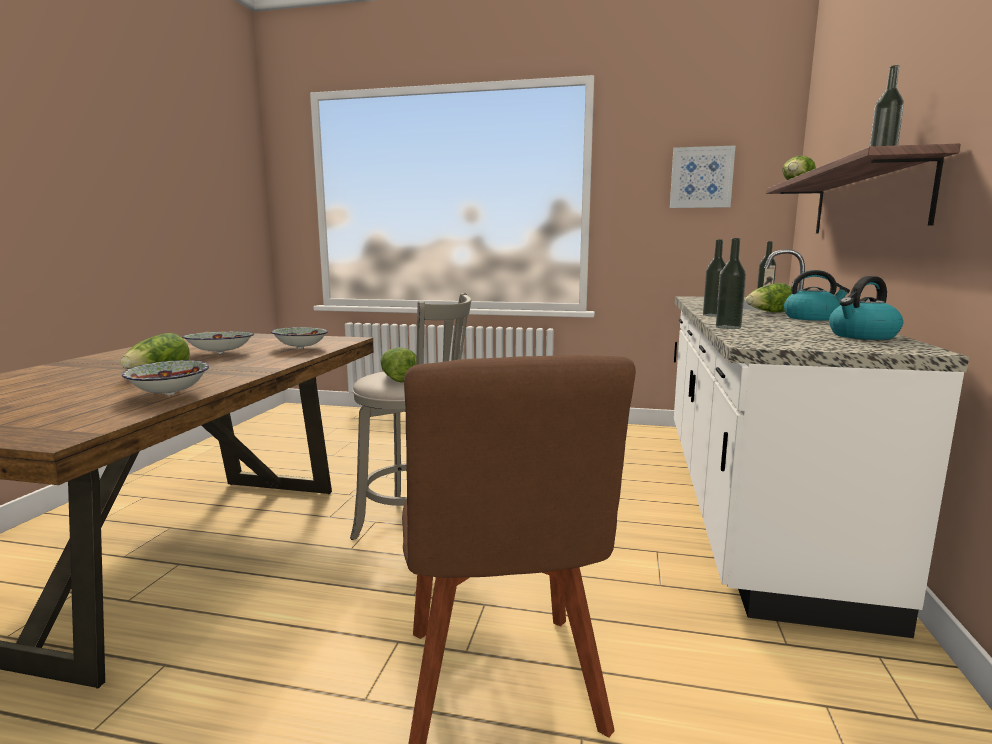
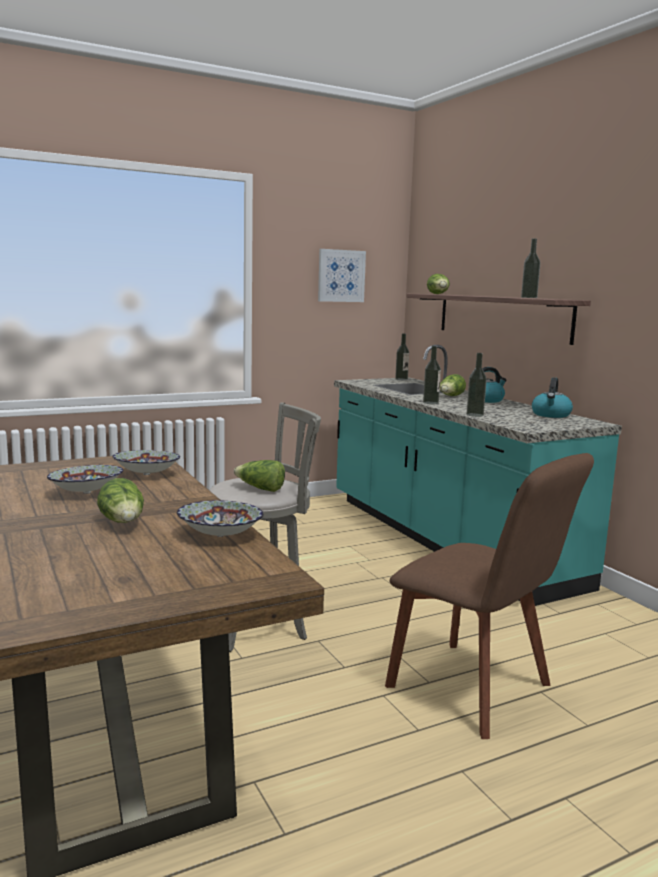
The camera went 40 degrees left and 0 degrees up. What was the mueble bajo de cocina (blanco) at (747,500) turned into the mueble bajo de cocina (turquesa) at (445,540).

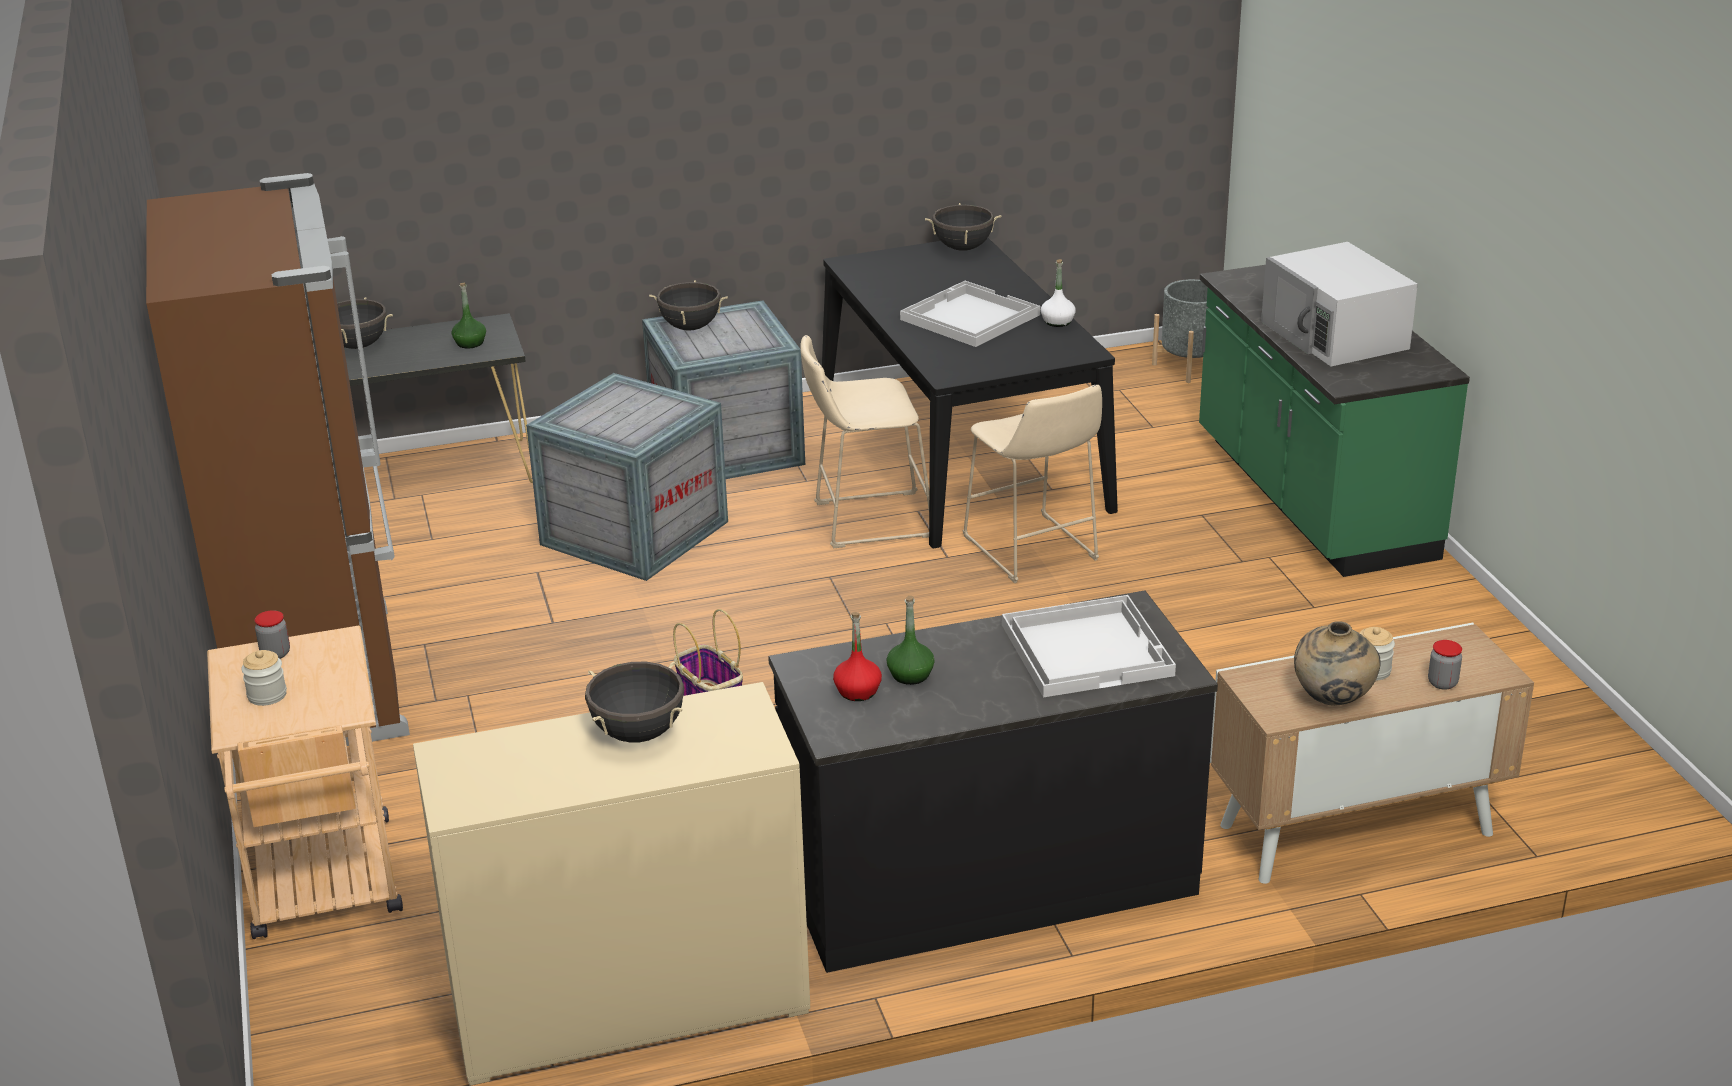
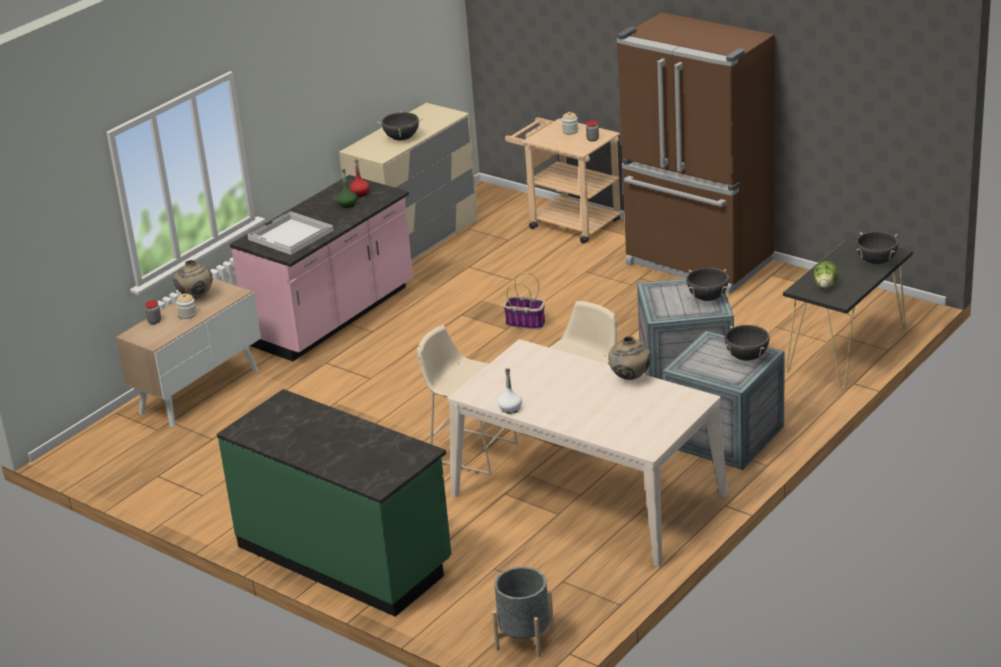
The camera went 145 degrees right and 0 degrees up. What was the mueble bajo de cocina (negro) at (988,879) turned into the mueble bajo de cocina (rosa) at (334,317). What was the mesa de comedor (negro) at (961,452) turned into the mesa de comedor (beis) at (588,494). The second view gained the florero (beis) at (631,378). The olla (negro) ended up elsewhere, having gone from (963,248) to (707,298). Where the botella (verde) stood at (470,343), the lechuga came to stand at (825,286). The second view lost the bandeja (blanco) at (968,317). The second view lost the microondas (blanco) at (1335,335).

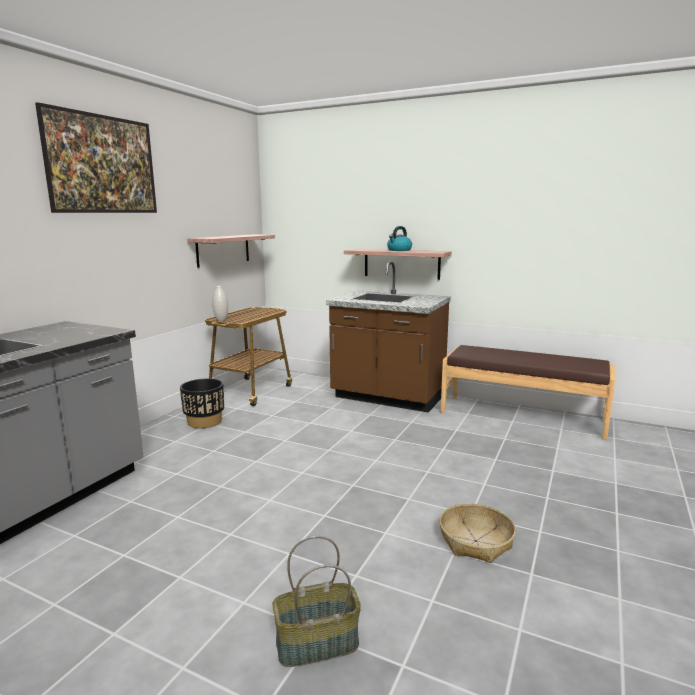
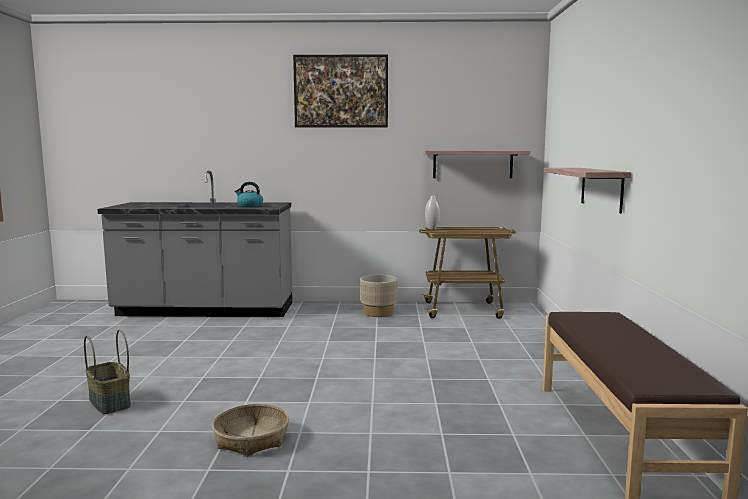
The camera went 65 degrees right and 5 degrees down. The hervidor ended up elsewhere, having gone from (399,250) to (249,206). What was the maceta (negro) at (204,422) turned into the maceta (beis) at (378,313). The second view lost the mueble bajo de cocina (marrón) at (387,397).

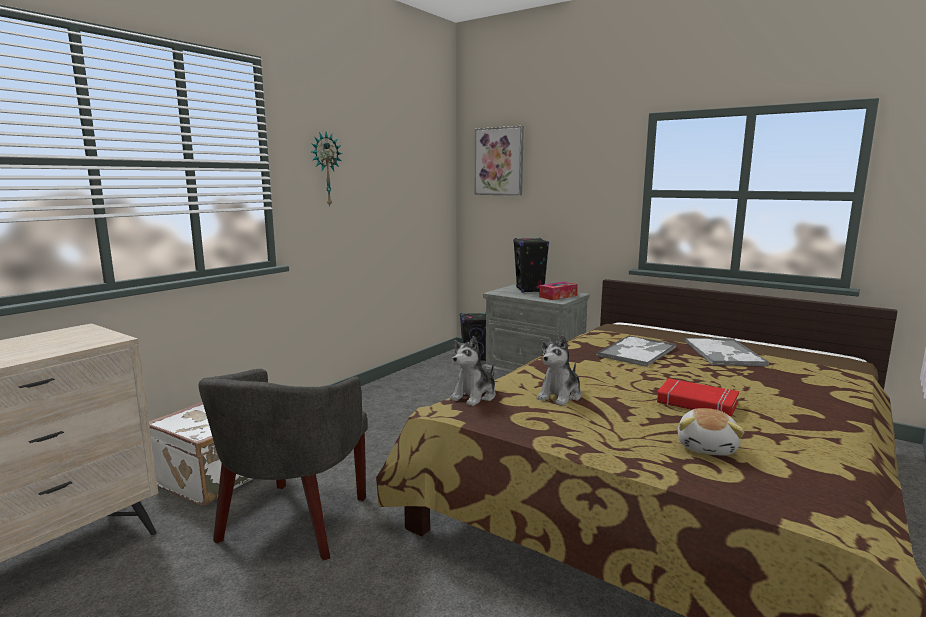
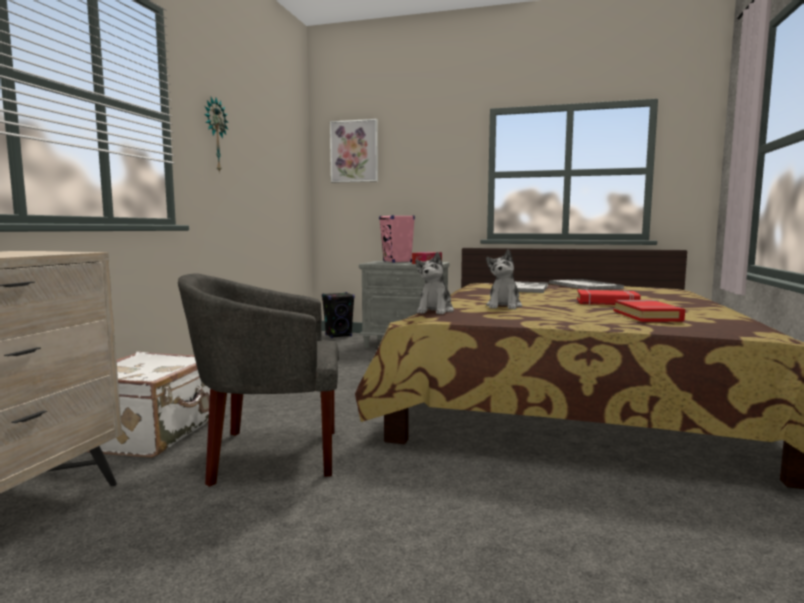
The camera went 20 degrees left and 5 degrees down. The sillón (gris) at (293,523) ended up facing another way, 90 degrees clockwise from before. What was the altavoz (negro) at (530,290) turned into the altavoz (rosa) at (397,262). Where the peluche stood at (707,447), the libro (rojo) came to stand at (647,316).

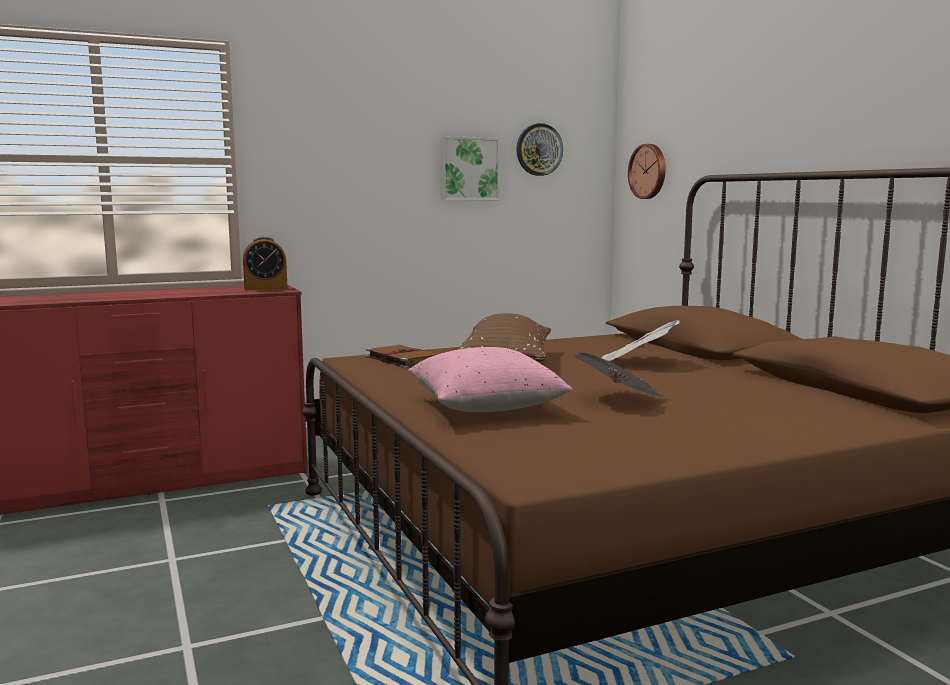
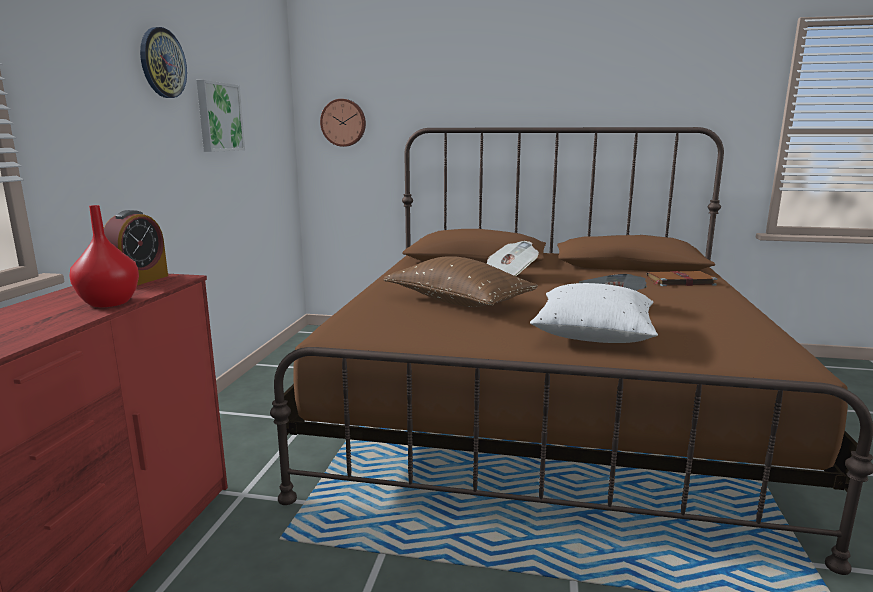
The camera went 55 degrees left and 5 degrees up. The second view gained the florero (rojo) at (109,303). The reloj de pared ended up elsewhere, having gone from (539,149) to (162,63). What was the cojín (rosa) at (486,407) turned into the cojín (blanco) at (593,336). The libro (marrón) ended up elsewhere, having gone from (402,359) to (679,281).

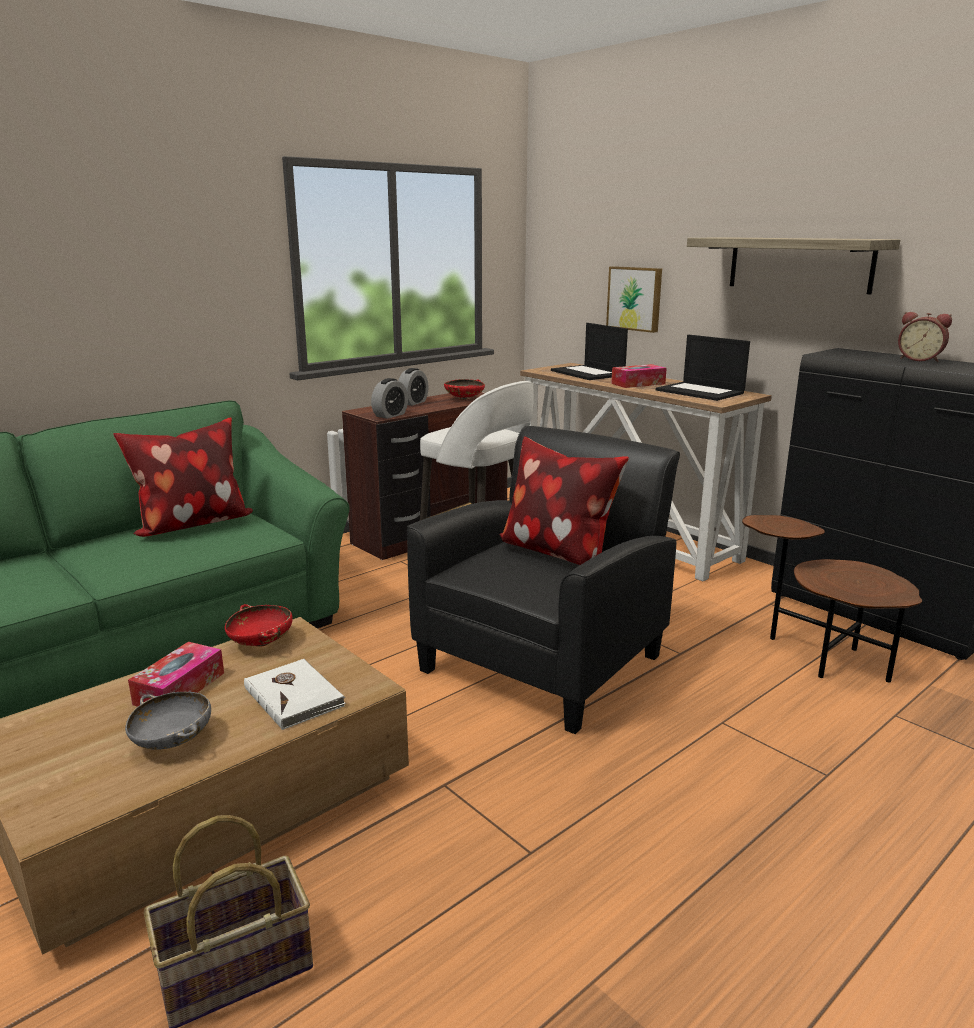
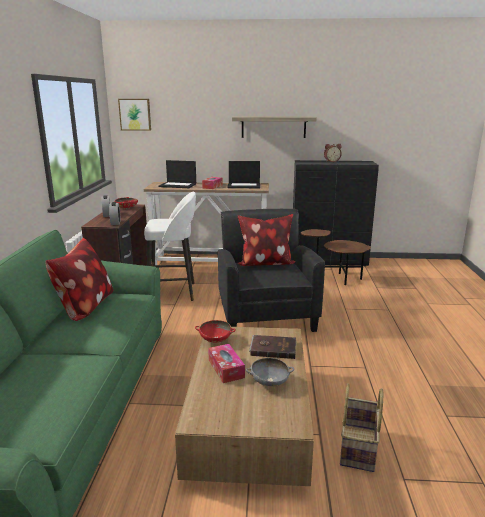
The camera went 45 degrees left and 0 degrees up. The cuadro ended up elsewhere, having gone from (635,298) to (135,114). What was the libro (blanco) at (295,696) turned into the libro (marrón) at (273,348).

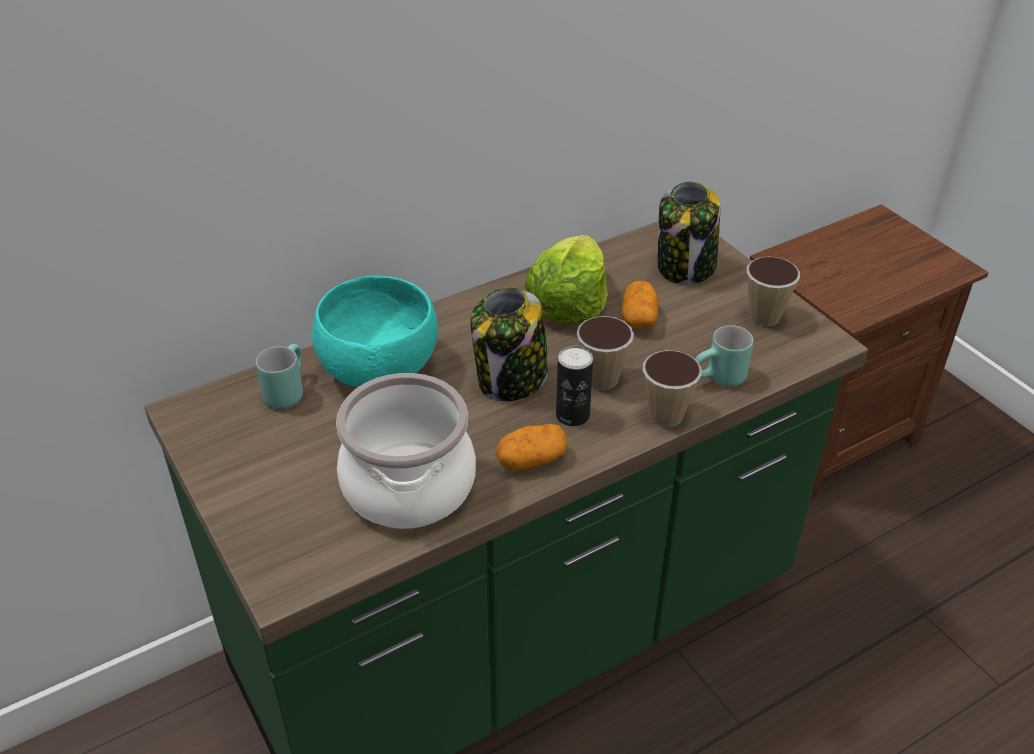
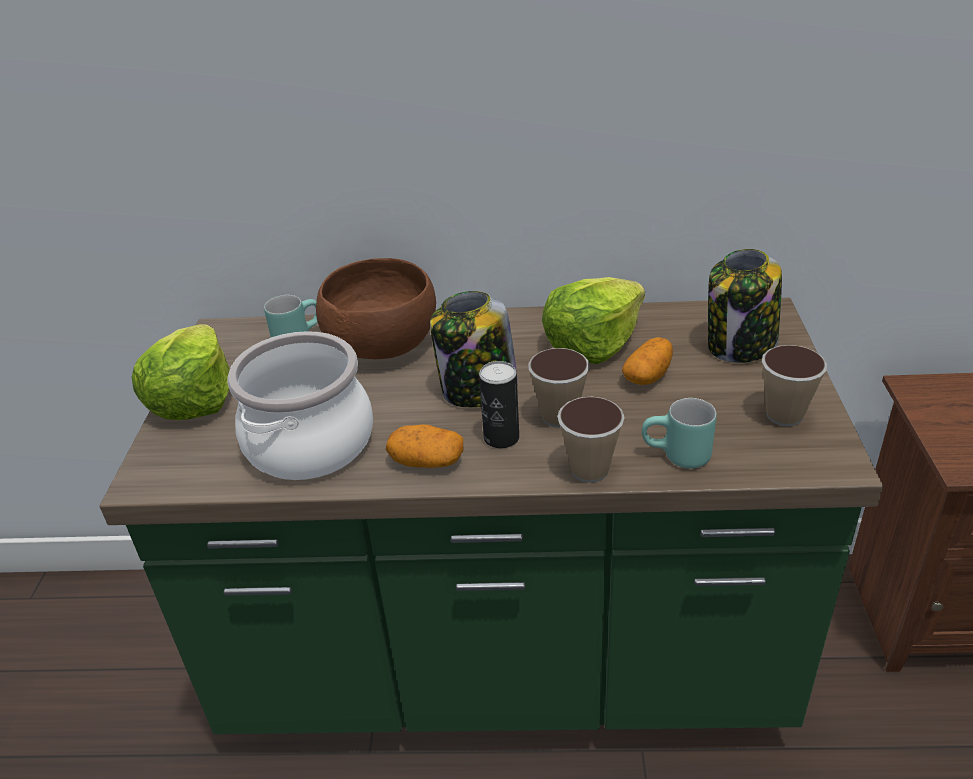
The camera went 35 degrees right and 5 degrees down. The second view gained the lechuga at (193,399). What was the cuenco (turquesa) at (378,368) turned into the cuenco (marrón) at (381,345).

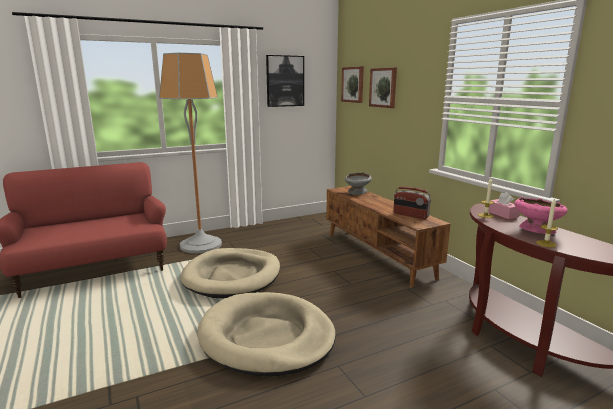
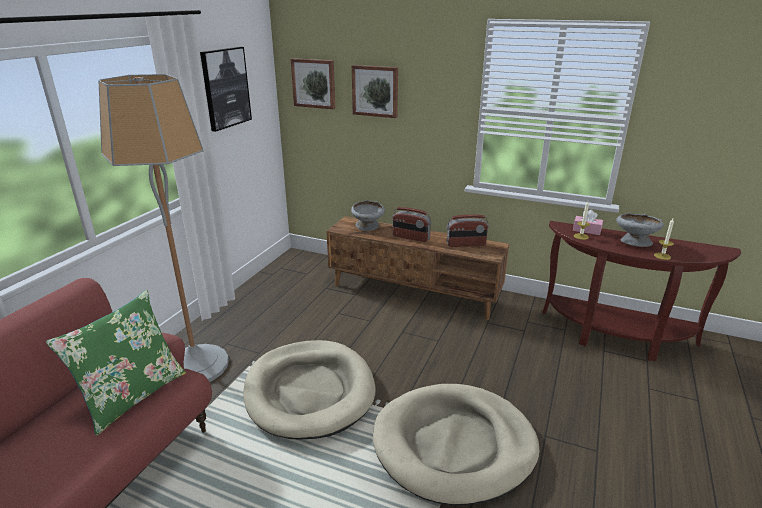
The camera went 40 degrees left and 10 degrees up. The second view gained the cojín (verde) at (133,395). The second view gained the radio at (411,237). What was the cuenco (rosa) at (535,230) turned into the cuenco (gris) at (634,242).

